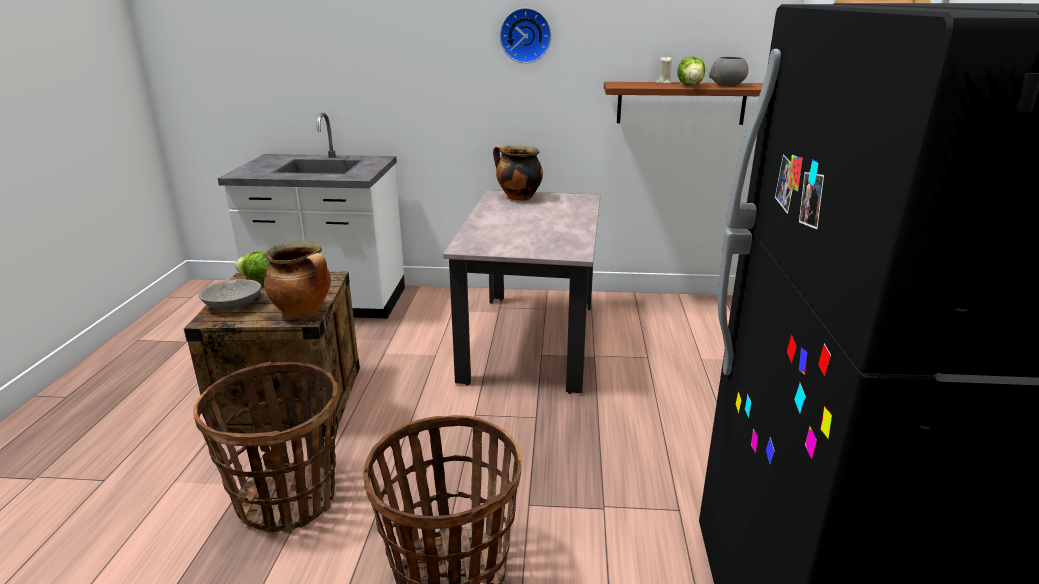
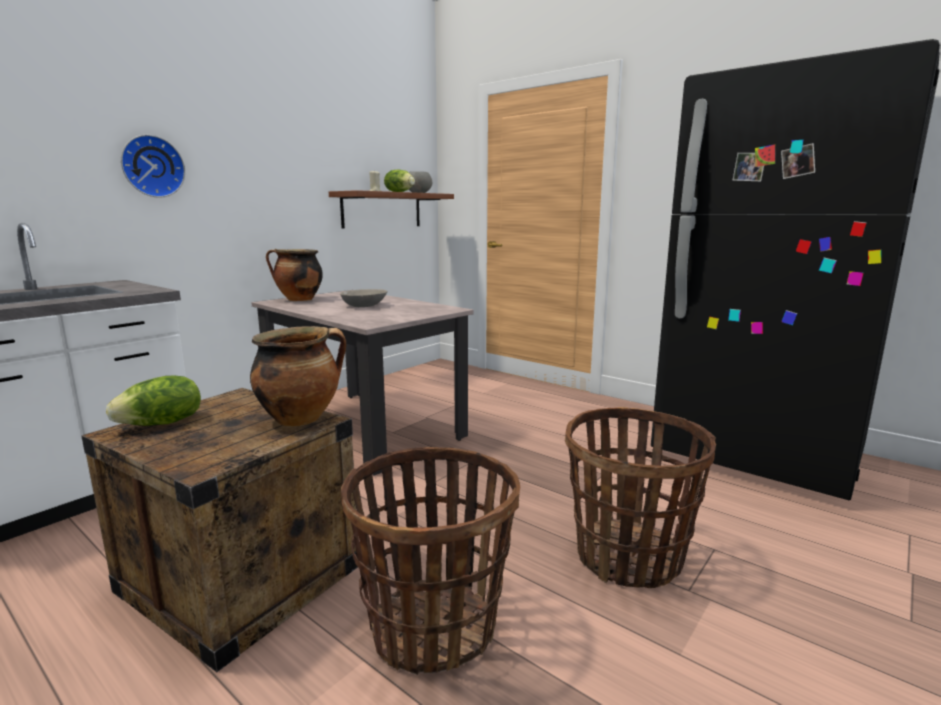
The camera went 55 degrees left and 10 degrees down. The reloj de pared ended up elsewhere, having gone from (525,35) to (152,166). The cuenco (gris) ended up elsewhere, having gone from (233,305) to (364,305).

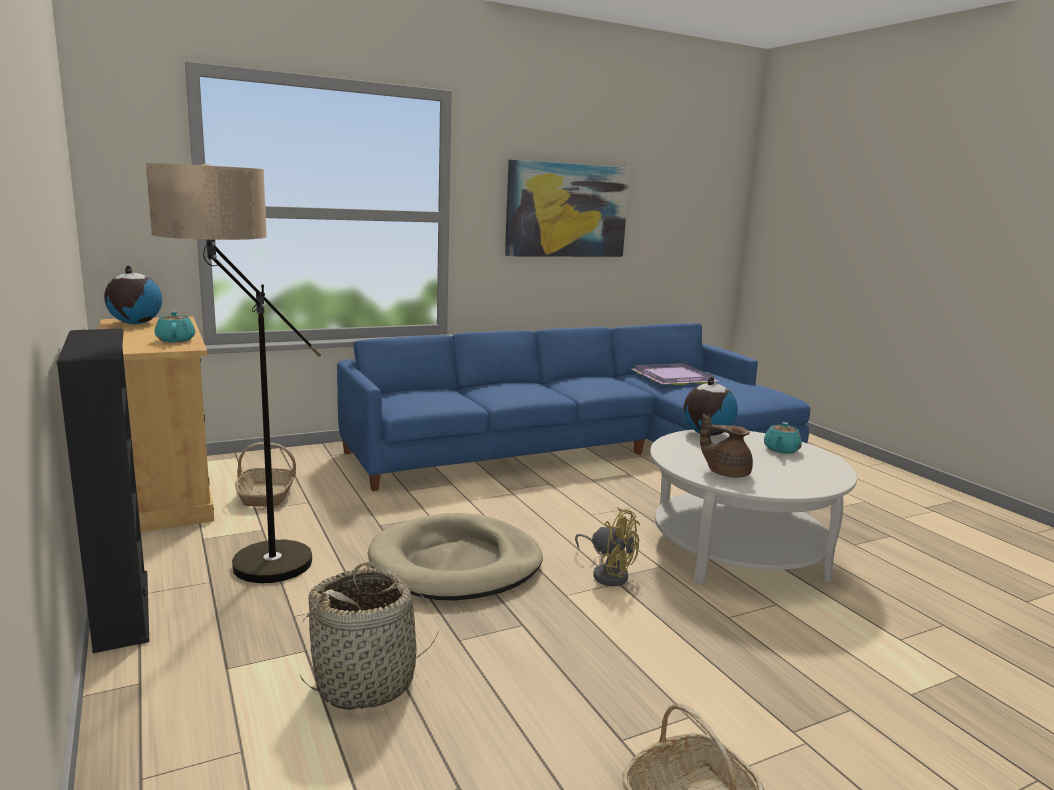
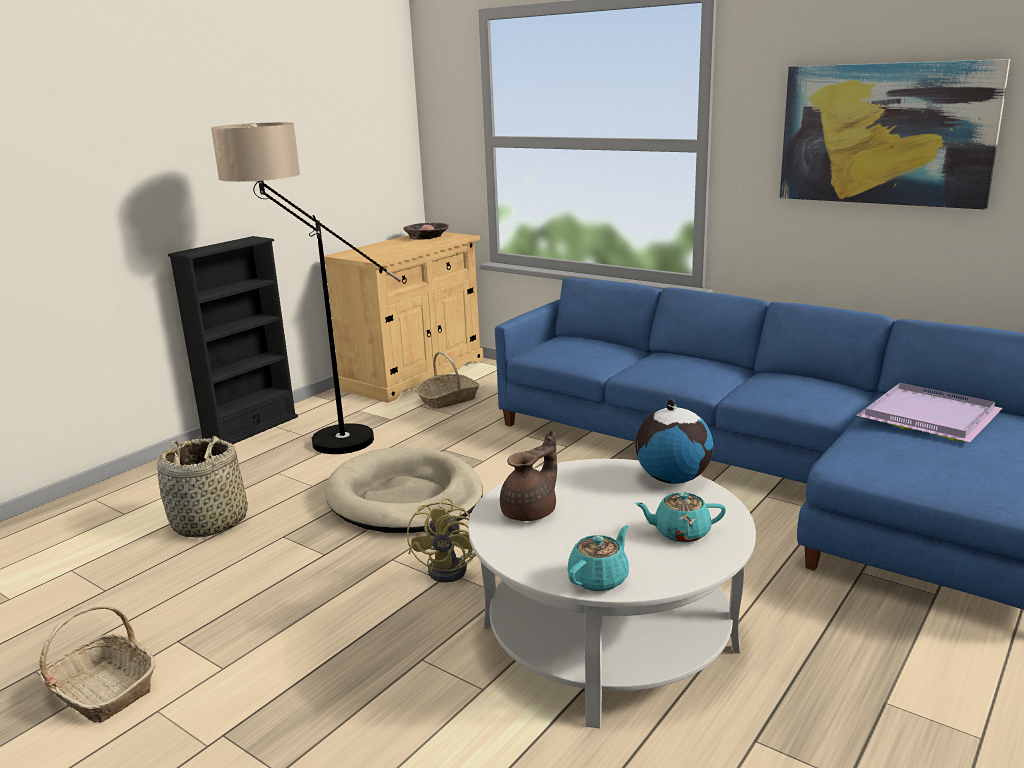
The camera went 65 degrees right and 5 degrees up. Where the globo terráqueo stood at (135,323), the cuenco came to stand at (426,236). The tetera (marrón) at (726,472) ended up facing another way, 45 degrees clockwise from before. The tetera (turquesa) ended up elsewhere, having gone from (176,340) to (599,578).

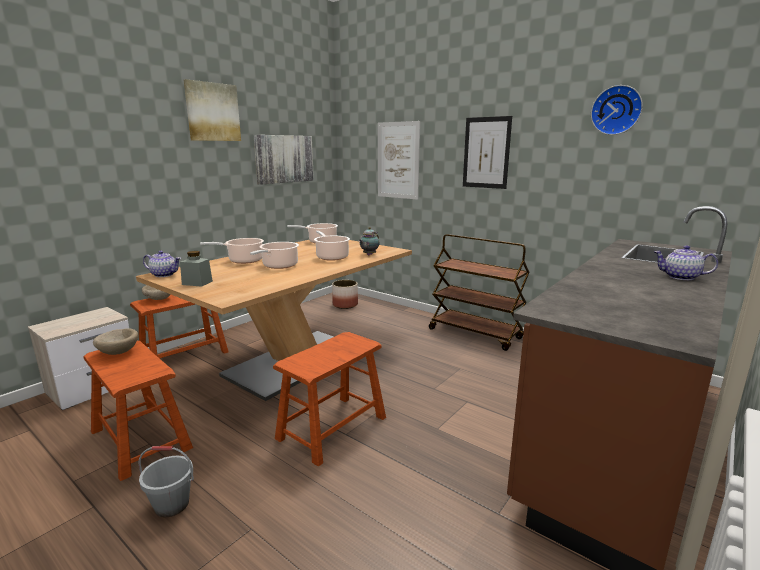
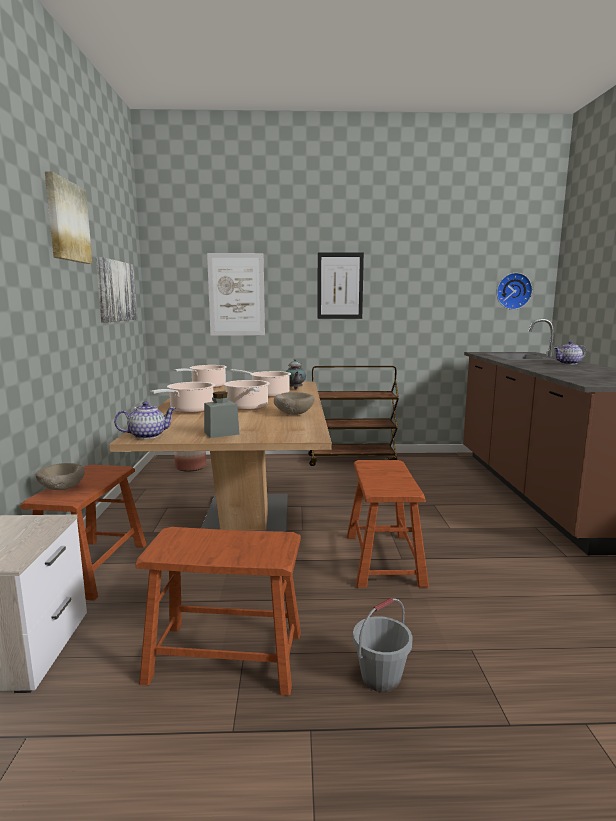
The camera went 40 degrees left and 5 degrees down. The cuenco (beis) ended up elsewhere, having gone from (119,351) to (293,414). The reloj de pared ended up elsewhere, having gone from (616,110) to (513,291).

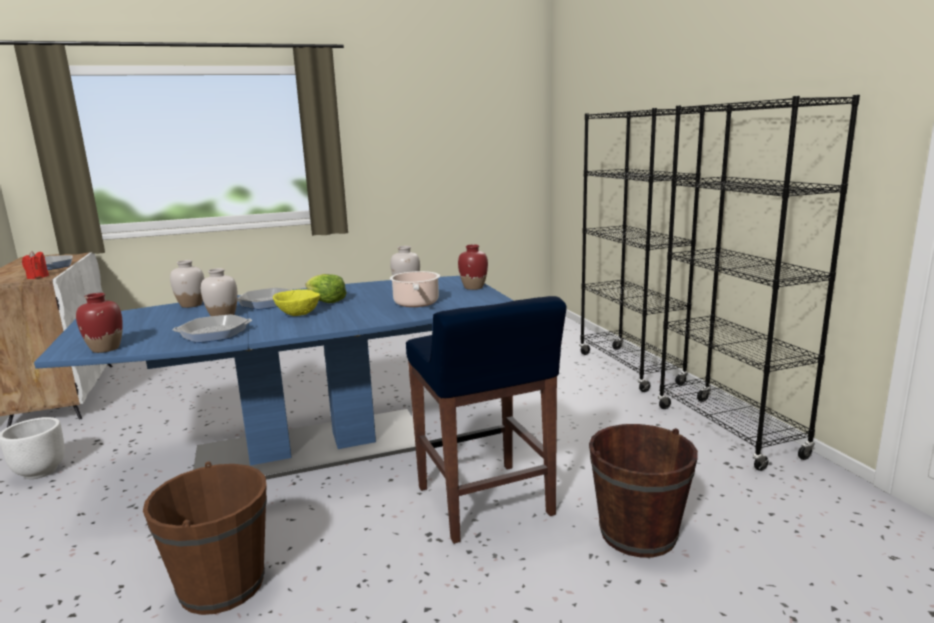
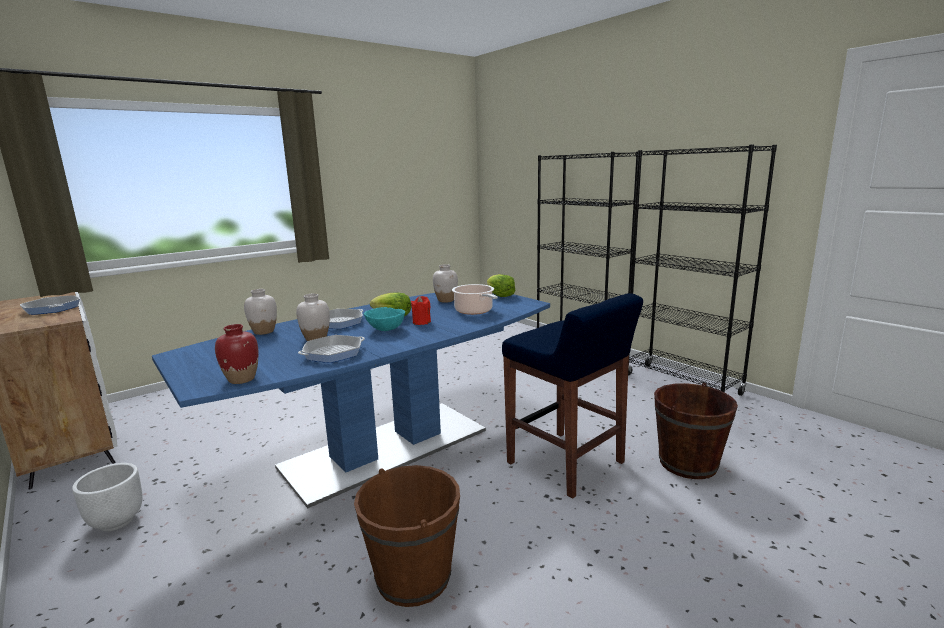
The camera went 20 degrees left and 0 degrees up. What was the cuenco (amarillo) at (298,314) turned into the cuenco (turquesa) at (385,329). The vela (rojo) ended up elsewhere, having gone from (37,277) to (421,322). Where the florero (rojo) stood at (473,287), the lechuga came to stand at (500,295).

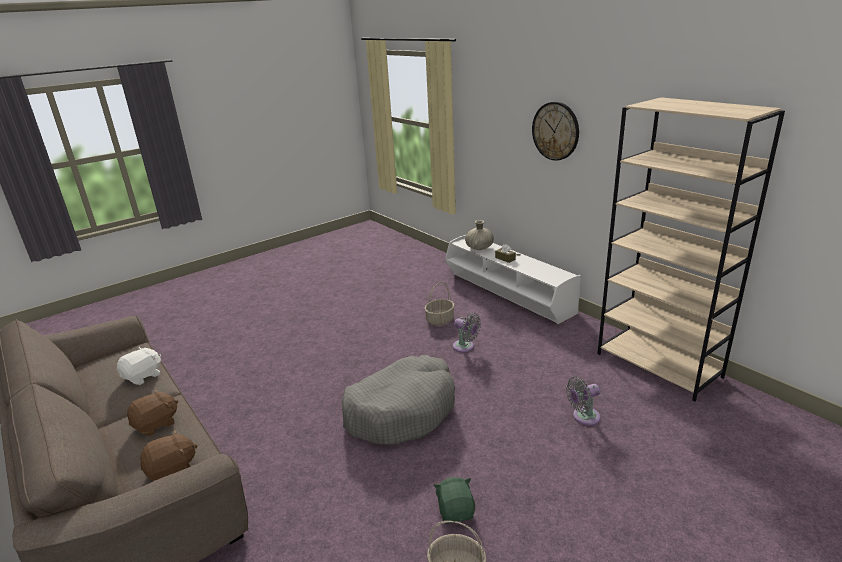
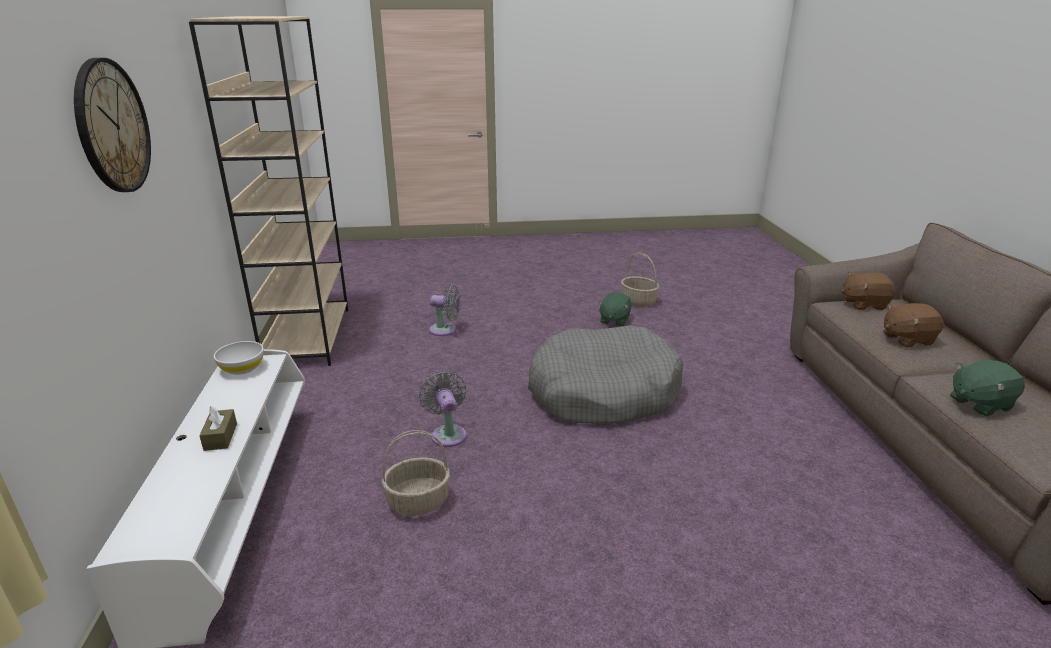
The camera went 150 degrees left and 0 degrees up. The second view gained the cuenco (blanco) at (242,368). What was the peluche (blanco) at (143,376) turned into the peluche (verde) at (979,403). The second view lost the florero (beis) at (479,248).

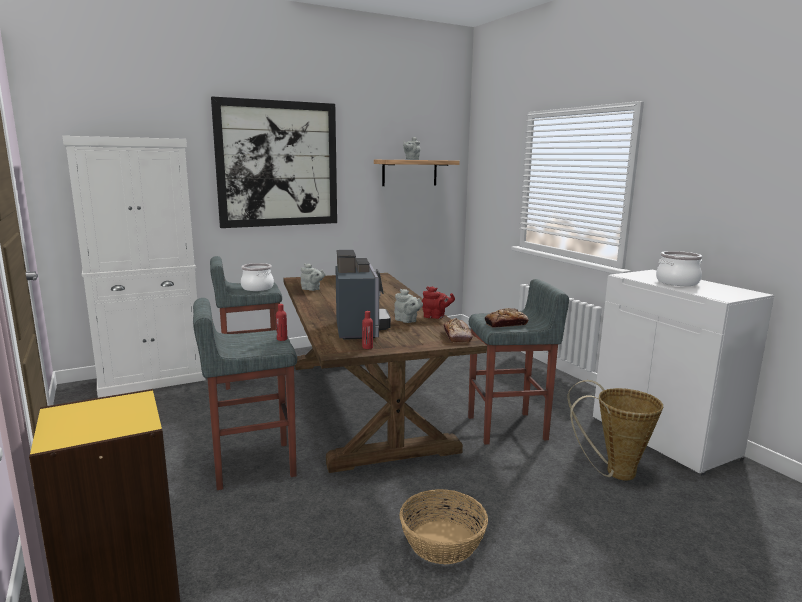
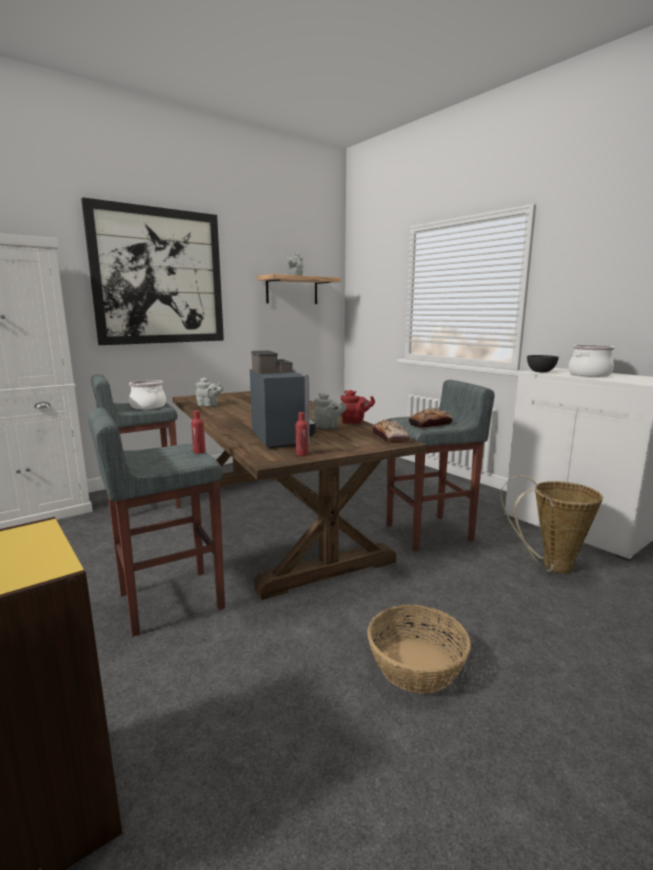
The camera went 10 degrees left and 0 degrees up. The second view gained the cuenco (gris) at (541,371).

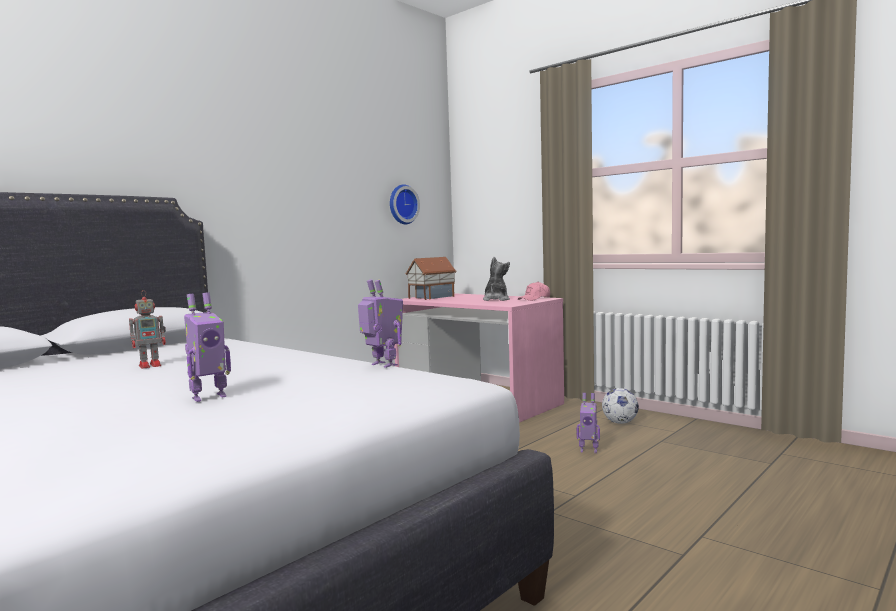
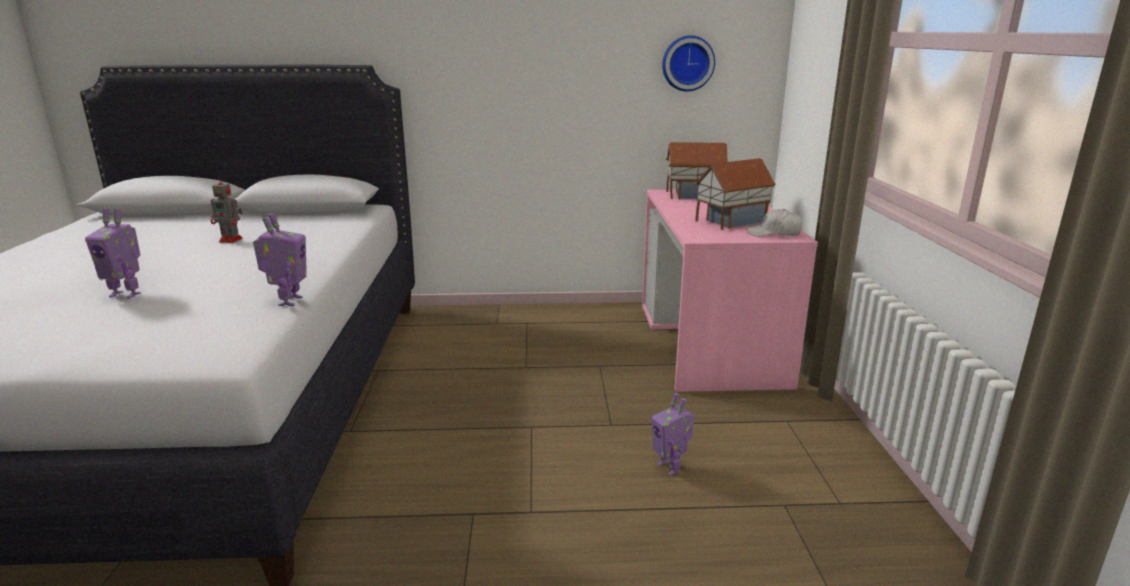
The camera went 45 degrees right and 15 degrees up. Where the peluche stood at (496,299), the casita came to stand at (730,221). What was the gorra (rosa) at (534,299) turned into the gorra (blanco) at (774,233). The second view lost the balón de fútbol at (620,423).

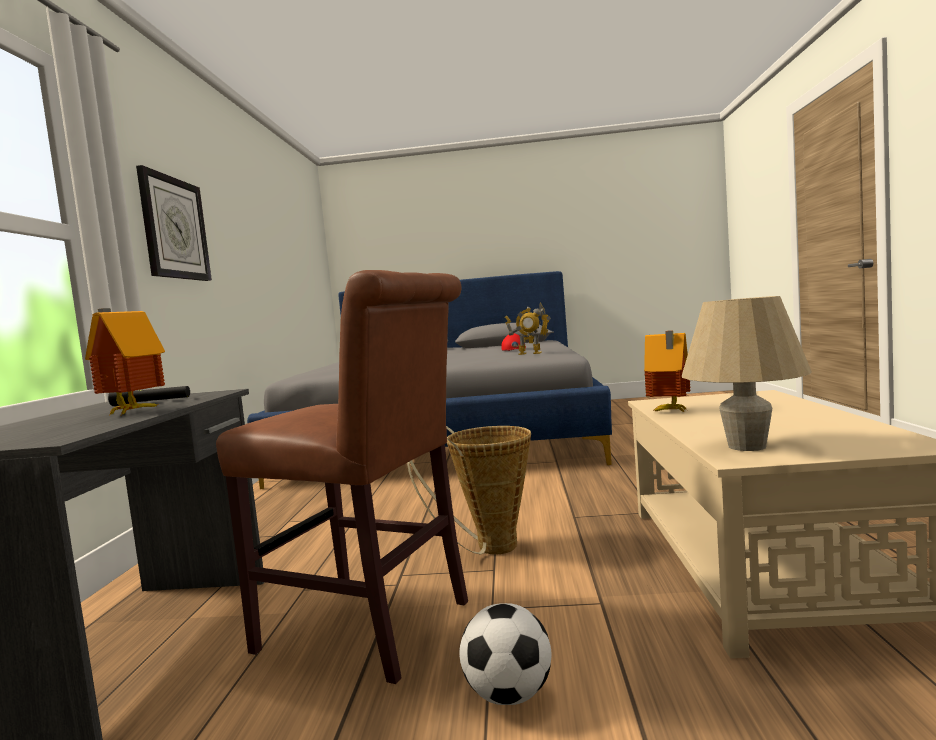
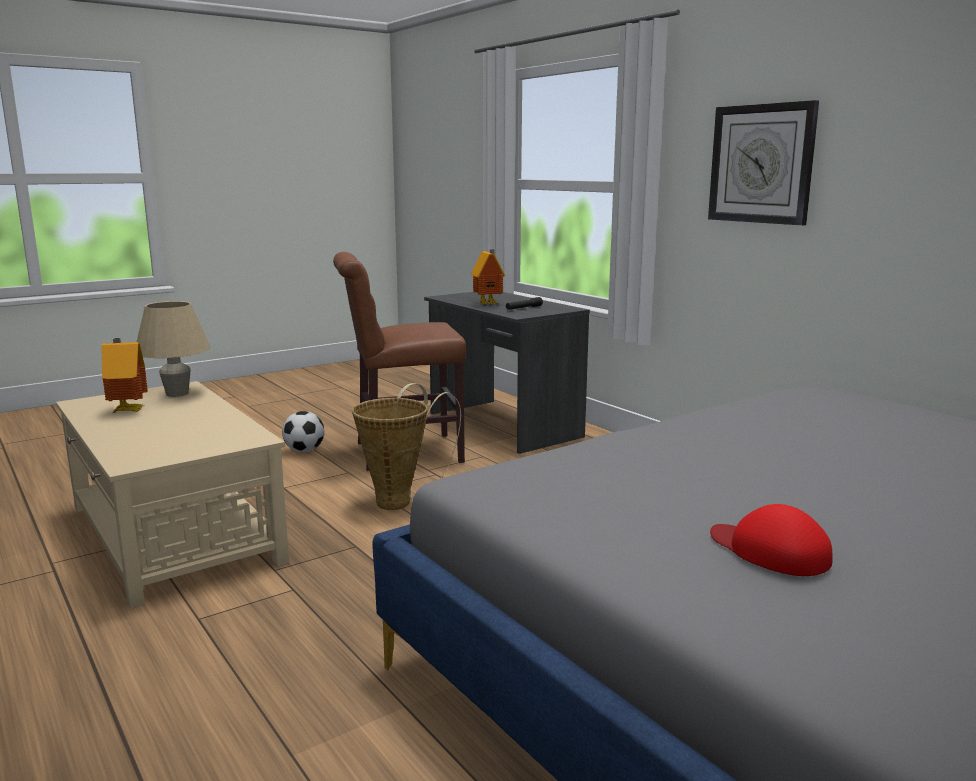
The camera went 140 degrees right and 10 degrees up. The casita ended up elsewhere, having gone from (669,412) to (128,410). The second view lost the robot de juguete at (530,353).

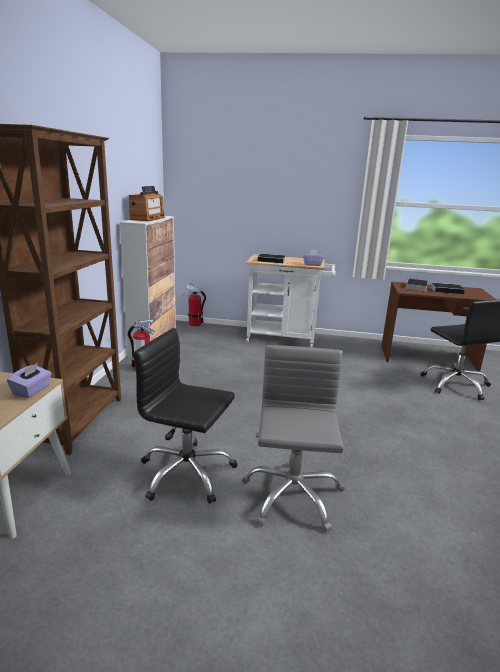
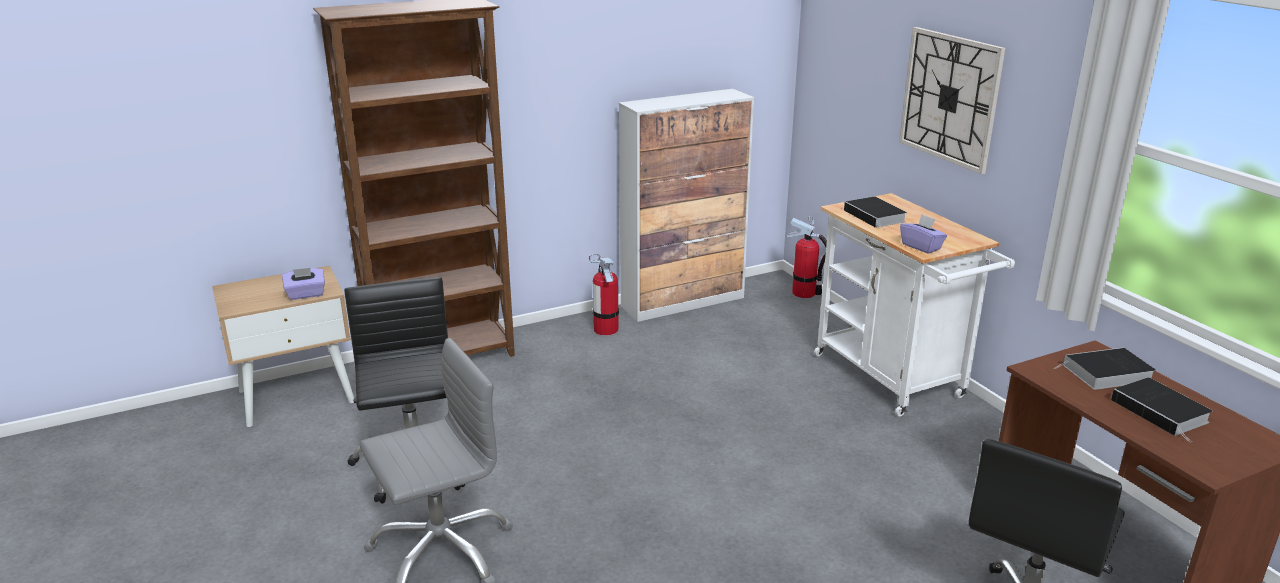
The camera went 55 degrees right and 5 degrees up. The second view gained the reloj de pared at (950,98). The second view lost the radio at (148,218).

